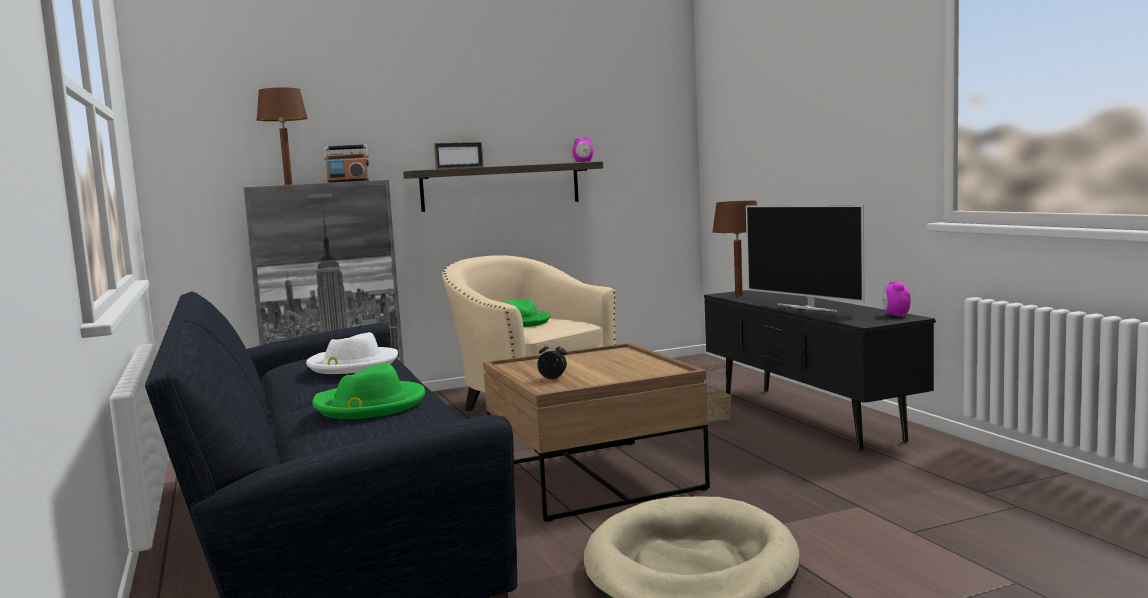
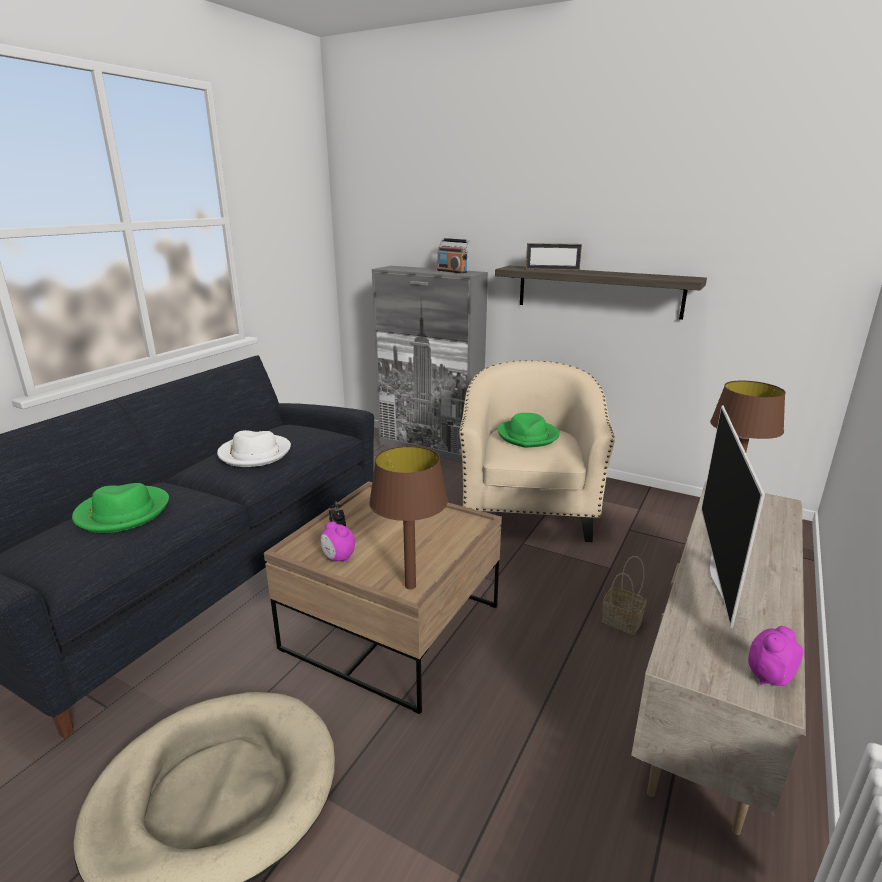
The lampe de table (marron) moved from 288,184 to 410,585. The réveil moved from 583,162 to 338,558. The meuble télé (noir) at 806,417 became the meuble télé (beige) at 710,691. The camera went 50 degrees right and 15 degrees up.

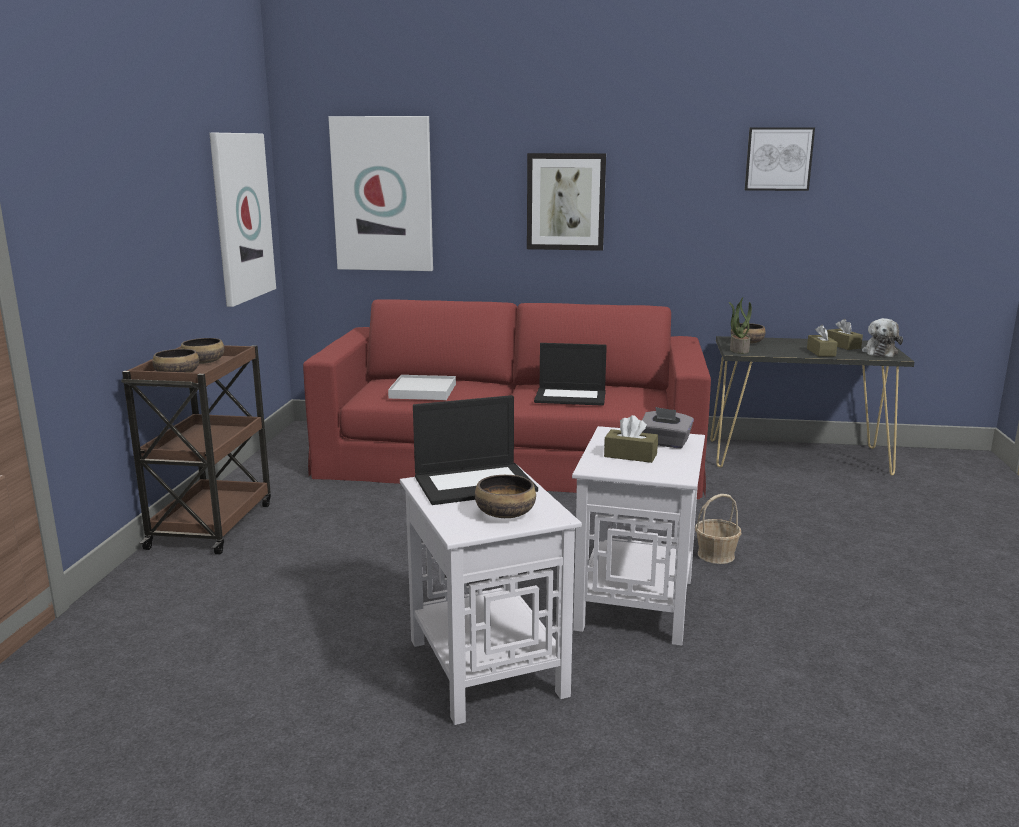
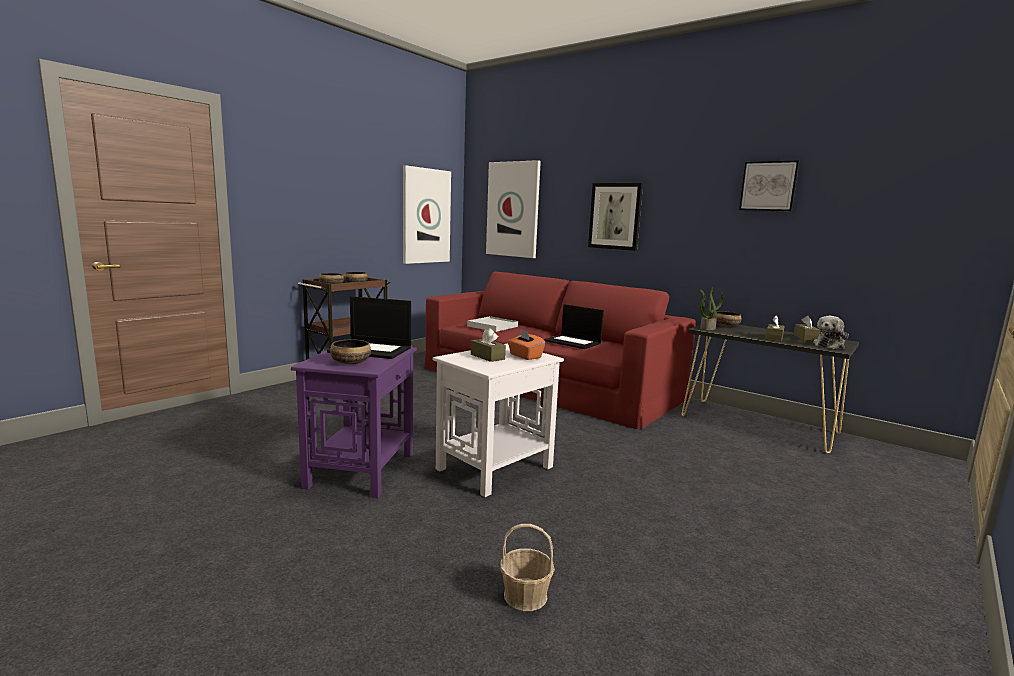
The table d'appoint (blanc) at 486,666 became the table d'appoint (violet) at 362,469. The boîte à mouchoirs (gris) at 665,443 became the boîte à mouchoirs (orange) at 525,356. The panier moved from 716,555 to 525,596. The camera went 30 degrees right and 5 degrees down.

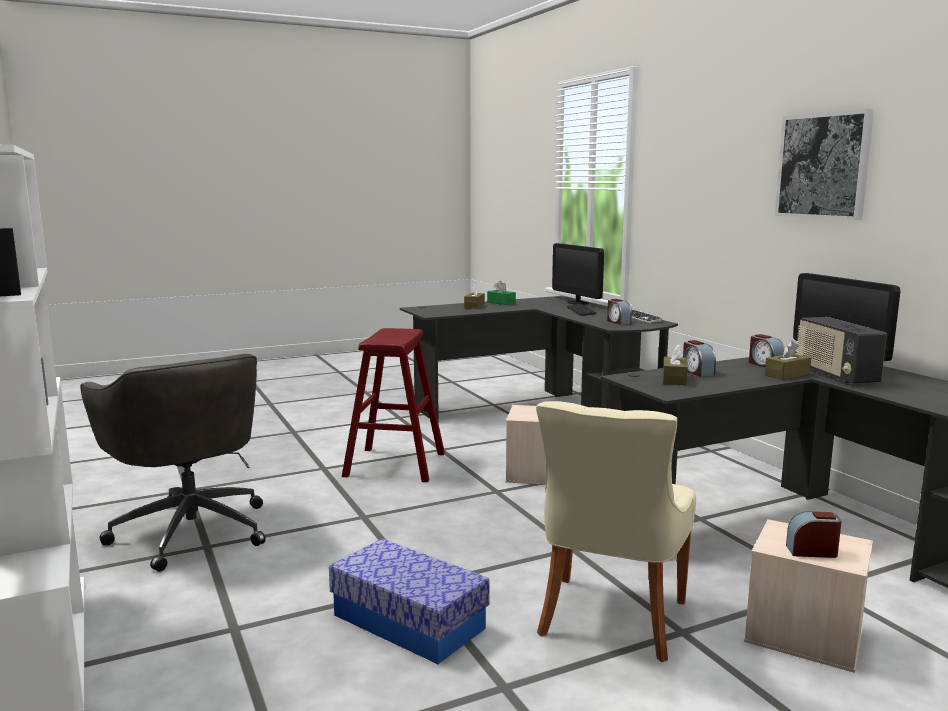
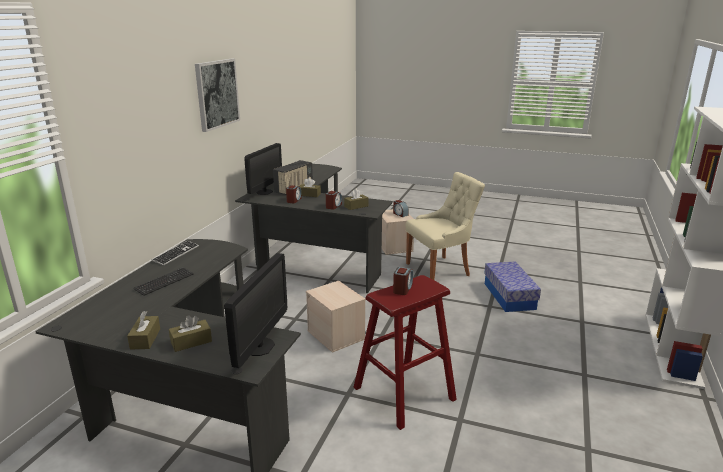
The chaise de bureau (gris) at 191,530 disappeared. The boîte à mouchoirs (vert) at 501,303 became the boîte à mouchoirs (marron) at 145,339. The écran d'ordinateur moved from 578,303 to 259,347. The réveil moved from 618,322 to 402,289. The camera went 135 degrees left and 10 degrees up.

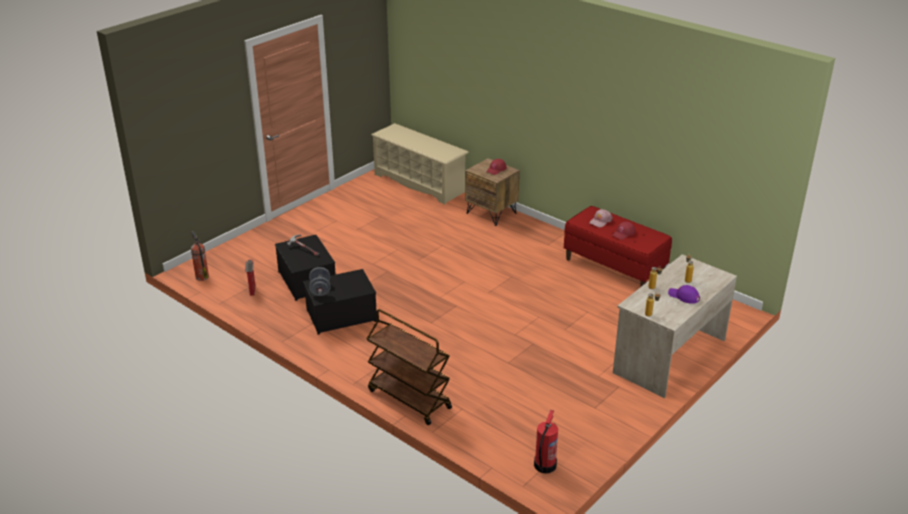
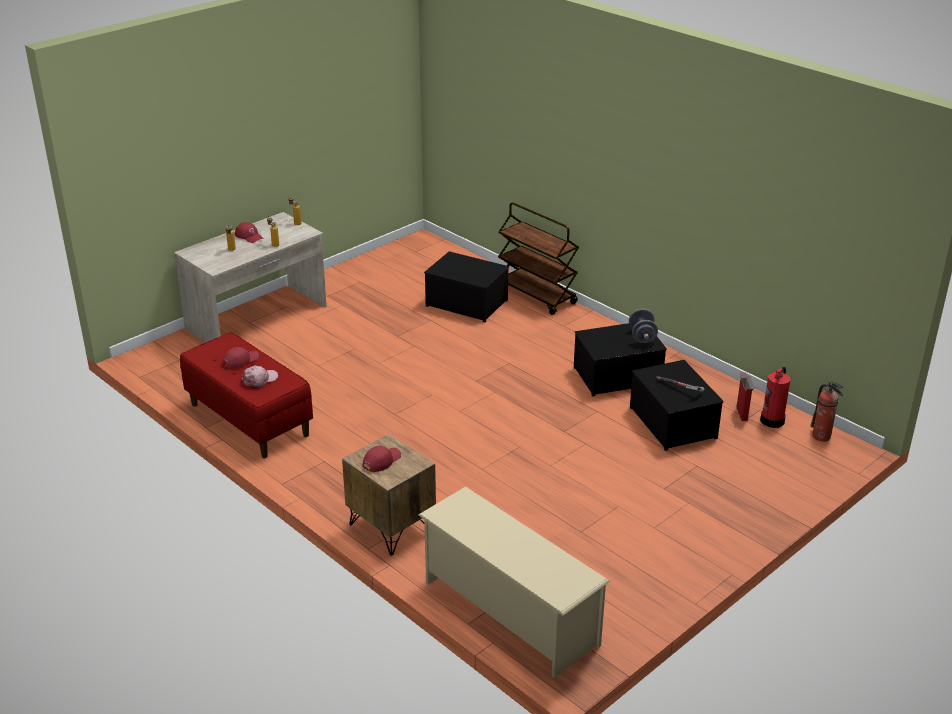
The extincteur moved from 544,465 to 773,420. The casquette (violet) at 683,296 became the casquette (rouge) at 249,236. The boîte de rangement at 467,303 appeared. The camera went 175 degrees left and 0 degrees up.

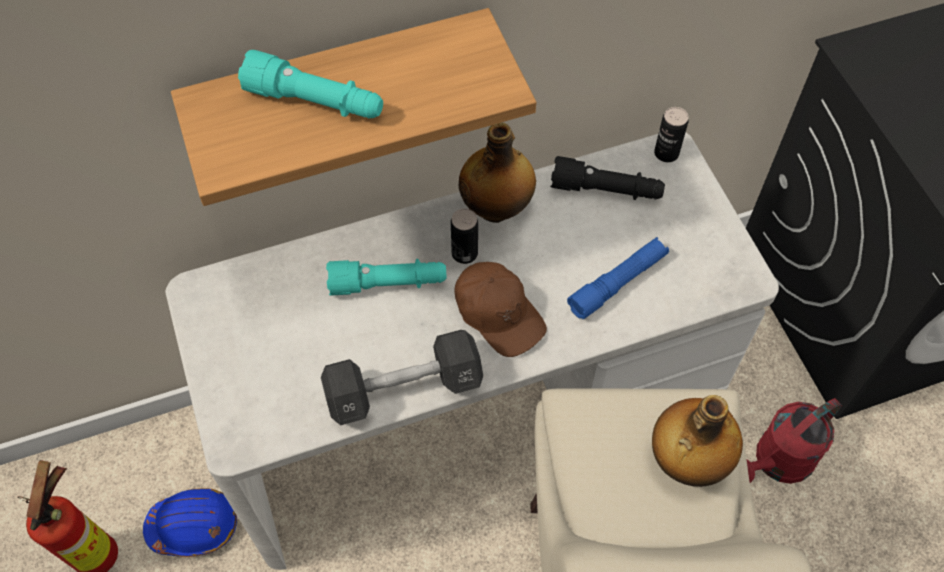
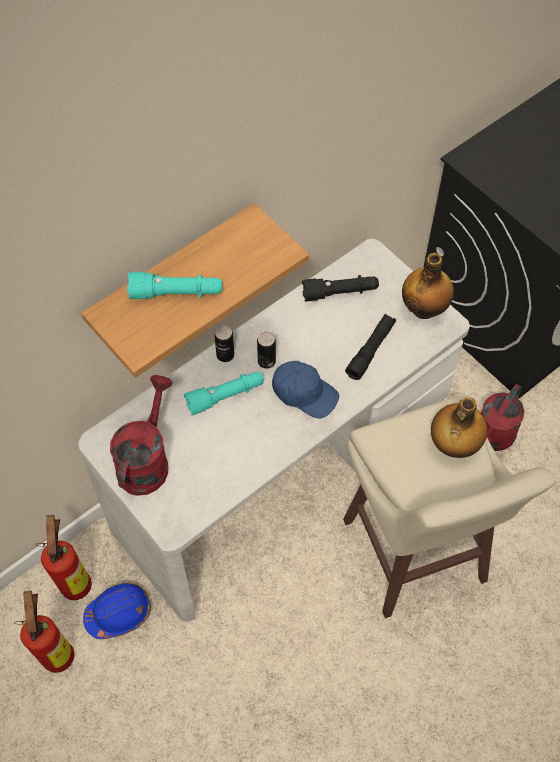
The haltère (noir) at 403,388 disappeared. The casquette (marron) at 498,313 became the casquette (bleu) at 304,393. The bouteille moved from 497,208 to 424,308. The lampe de poche (bleu) at 618,283 became the lampe de poche (noir) at 371,350. The boîte métallique moved from 666,153 to 225,355. The extincteur at 76,581 appeared. The arrosoir (rouge) at 146,460 appeared. The camera went 20 degrees left and 0 degrees up.

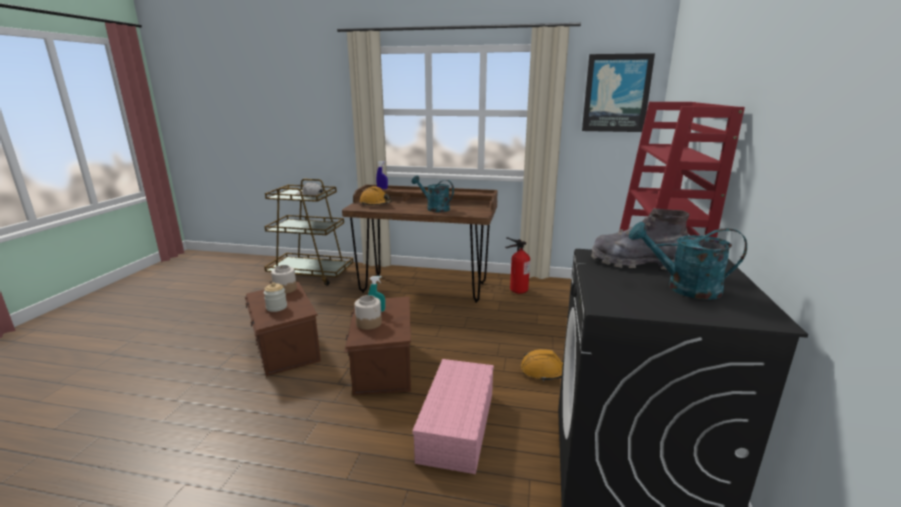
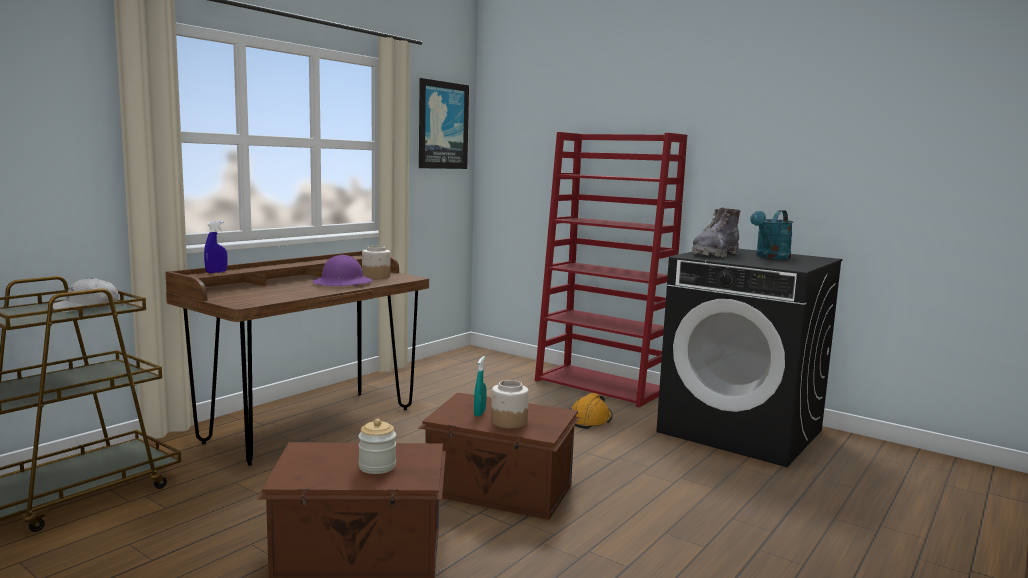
The bocal moved from 285,289 to 375,276. The casque de chantier (orange) at 375,204 disappeared. The arrosoir (turquoise) at 434,208 was replaced by the casque de chantier (violet) at 342,283. The boîte de rangement (rose) at 458,427 disappeared. The extincteur at 517,290 disappeared. The camera went 65 degrees left and 10 degrees down.

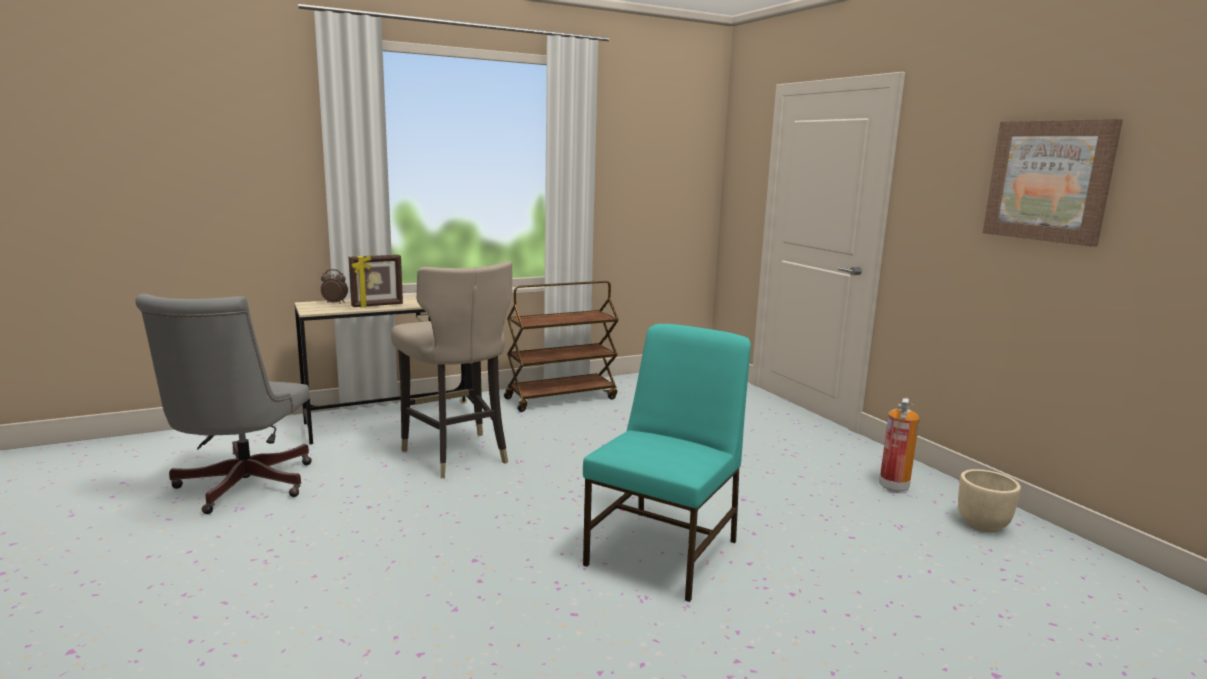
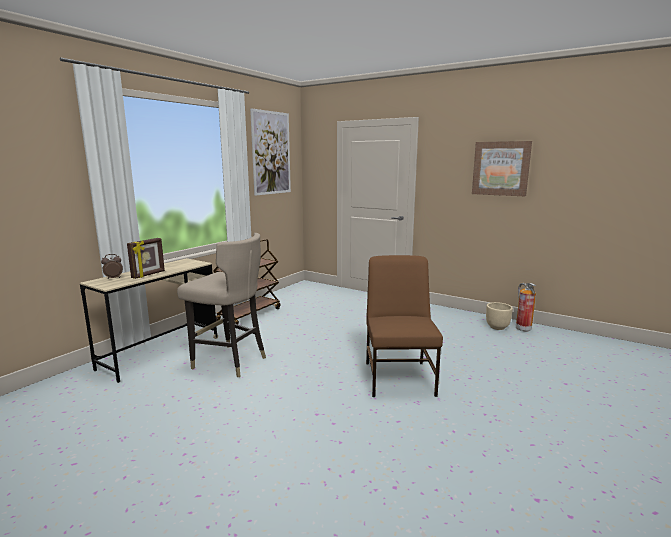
The chaise de bureau (gris) at 239,488 disappeared. The chaise (turquoise) at 665,551 became the chaise (marron) at 399,377. The extincteur moved from 893,486 to 522,329. The tableau at 271,153 appeared. The camera went 30 degrees left and 0 degrees up.

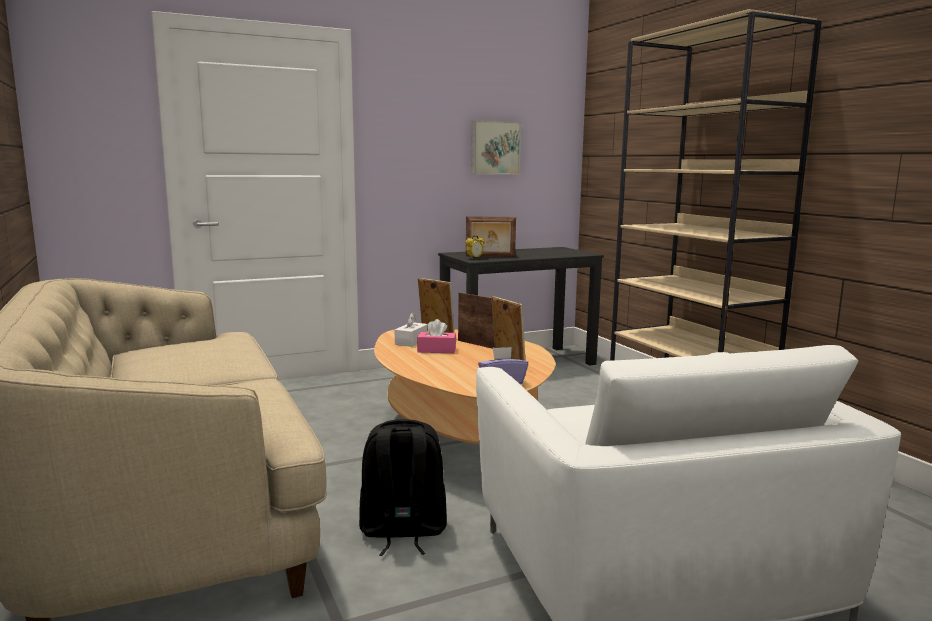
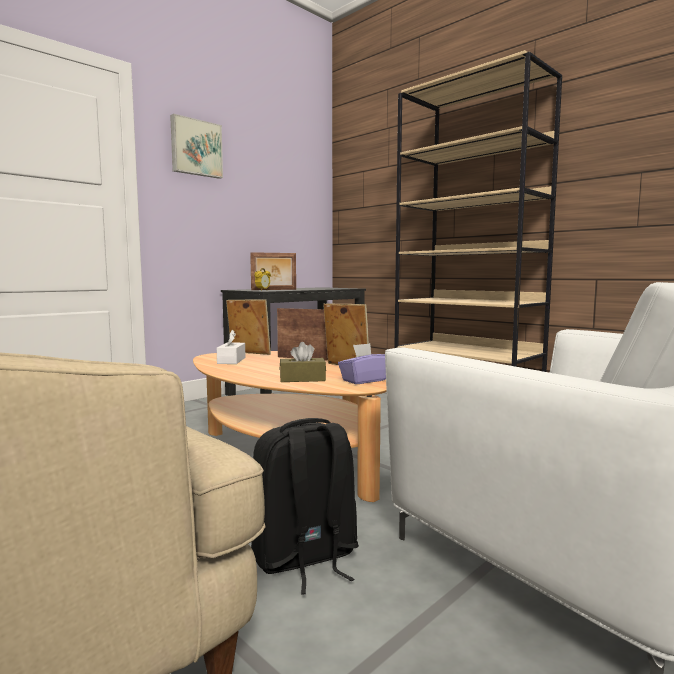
The boîte à mouchoirs (rose) at 436,350 disappeared. The tableau moved from 494,148 to 196,148. The boîte à mouchoirs (marron) at 302,379 appeared. The camera went 20 degrees left and 5 degrees down.

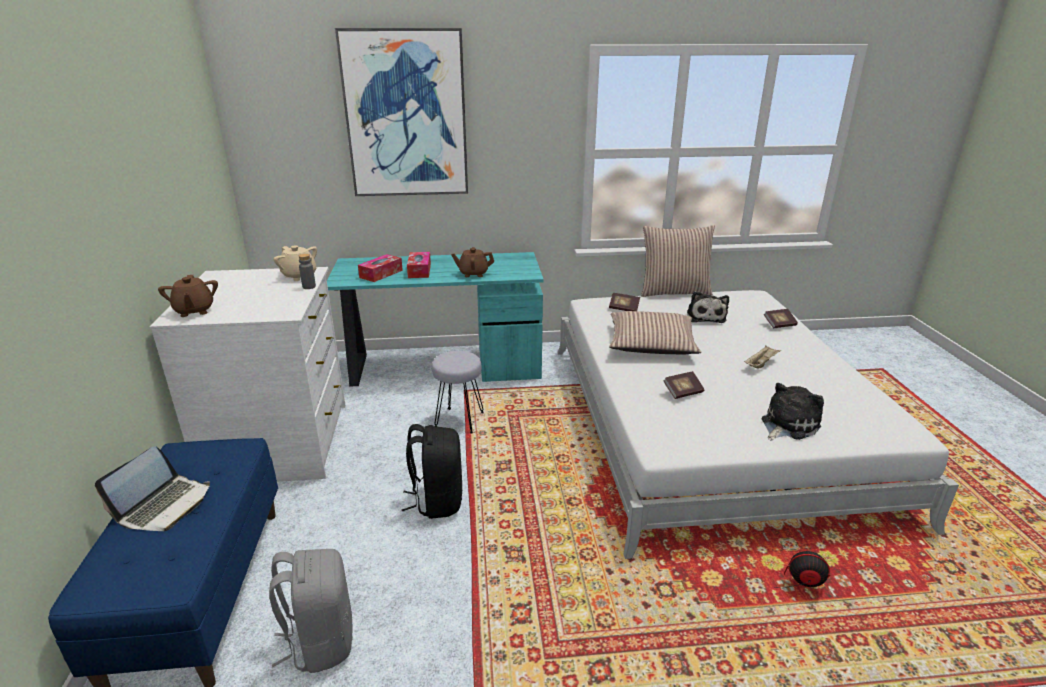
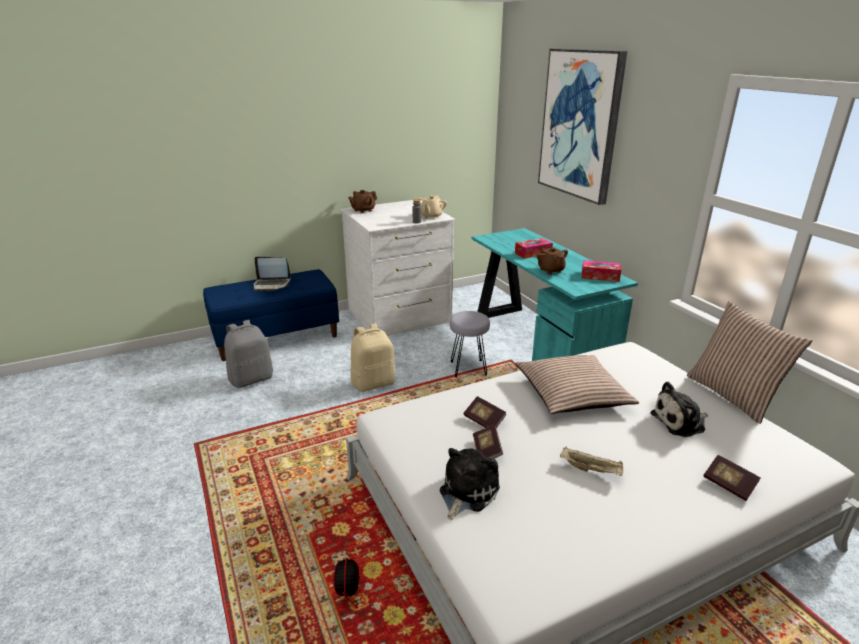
The boîte à mouchoirs moved from 381,274 to 600,276. The sac à dos (noir) at 437,500 became the sac à dos (beige) at 373,383. The livre moved from 623,308 to 487,451. The peluche at 787,425 turned 90 degrees counterclockwise. The camera went 70 degrees right and 0 degrees up.

